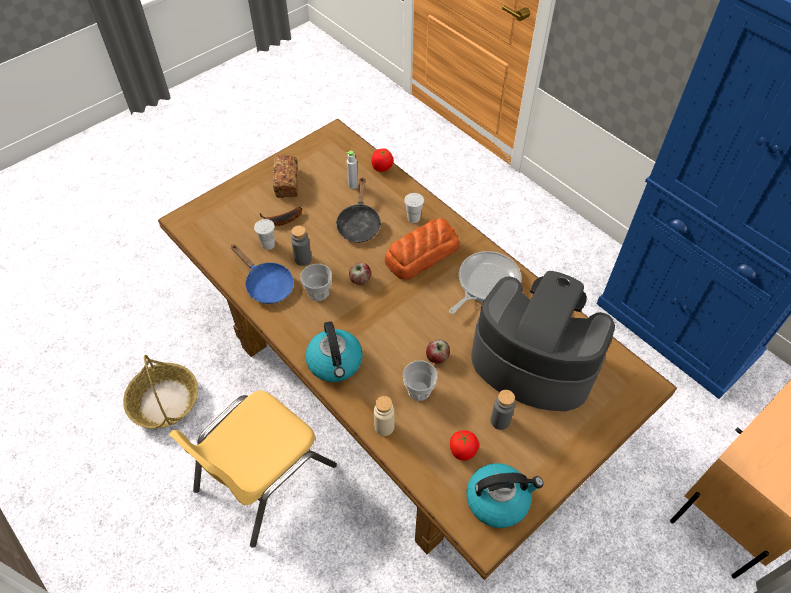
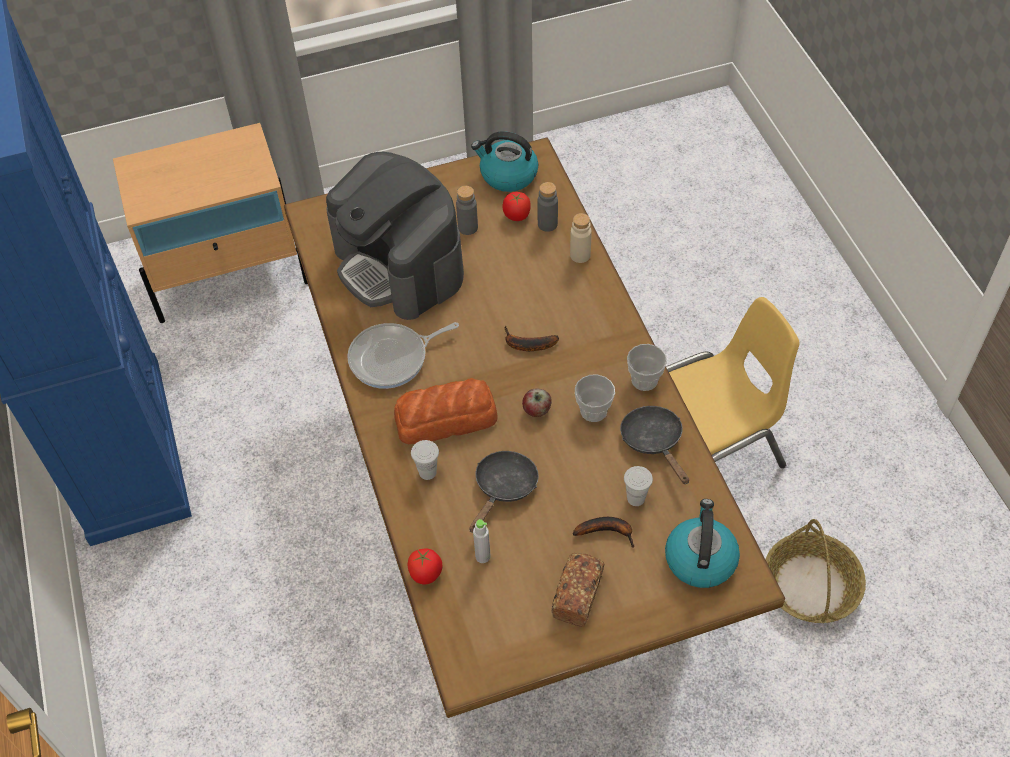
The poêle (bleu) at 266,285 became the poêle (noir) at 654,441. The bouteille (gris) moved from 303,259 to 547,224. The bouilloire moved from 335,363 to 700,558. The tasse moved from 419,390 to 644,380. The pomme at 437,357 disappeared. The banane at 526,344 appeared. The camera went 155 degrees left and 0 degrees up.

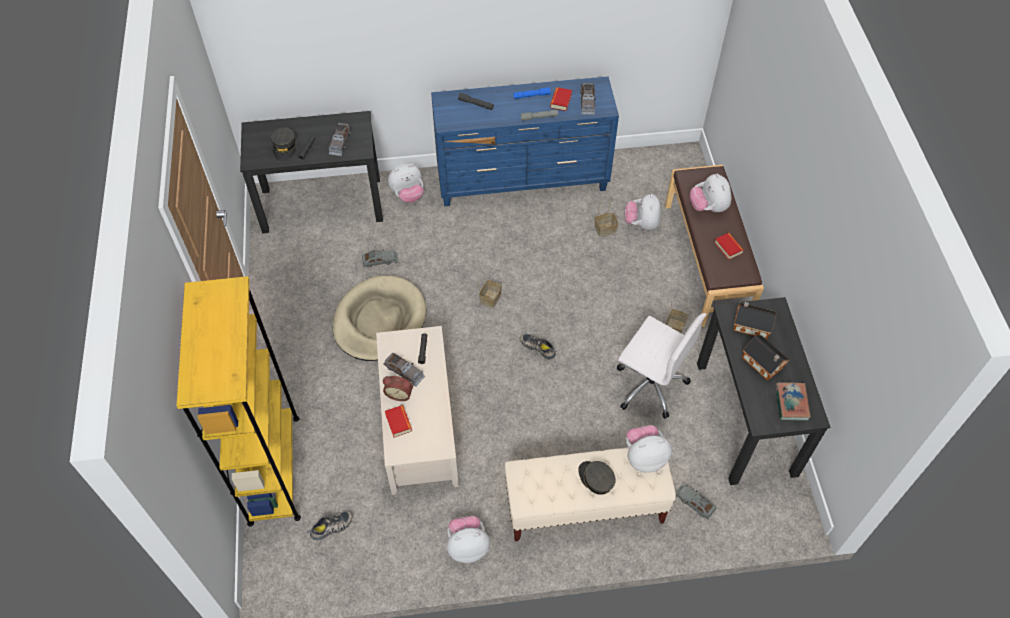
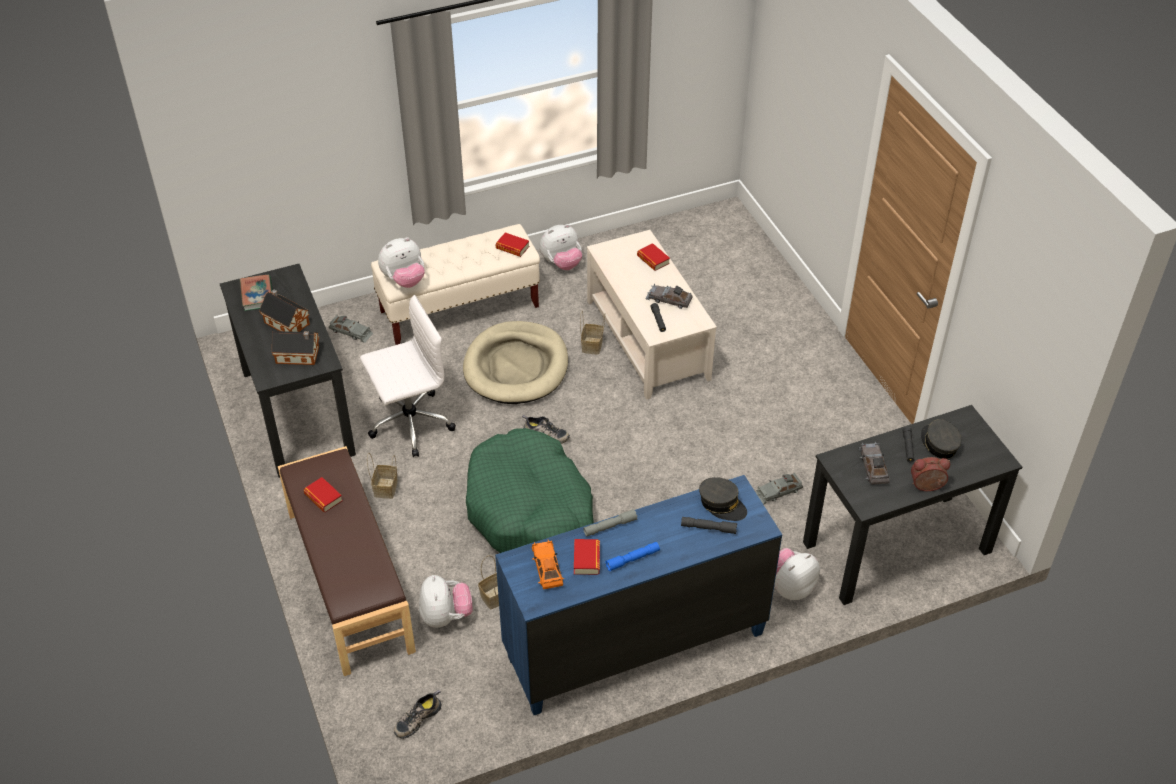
The bibliothèque (jaune) at 274,469 disappeared. The chaussure moved from 331,528 to 417,718. The panier pour chien (beige) moved from 379,321 to 516,367. The réveil moved from 399,393 to 927,487. The panier moved from 490,298 to 592,346. The casquette (gris) moved from 596,479 to 722,504. The petite voiture (gris) at 587,101 became the petite voiture (orange) at 547,567. The chaise de bureau (blanc) at 649,384 turned 135 degrees clockwise. The peluche at 708,207 disappeared. The panier pour chien (vert) at 530,509 appeared. The livre at 512,247 appeared. The camera went 165 degrees right and 10 degrees down.

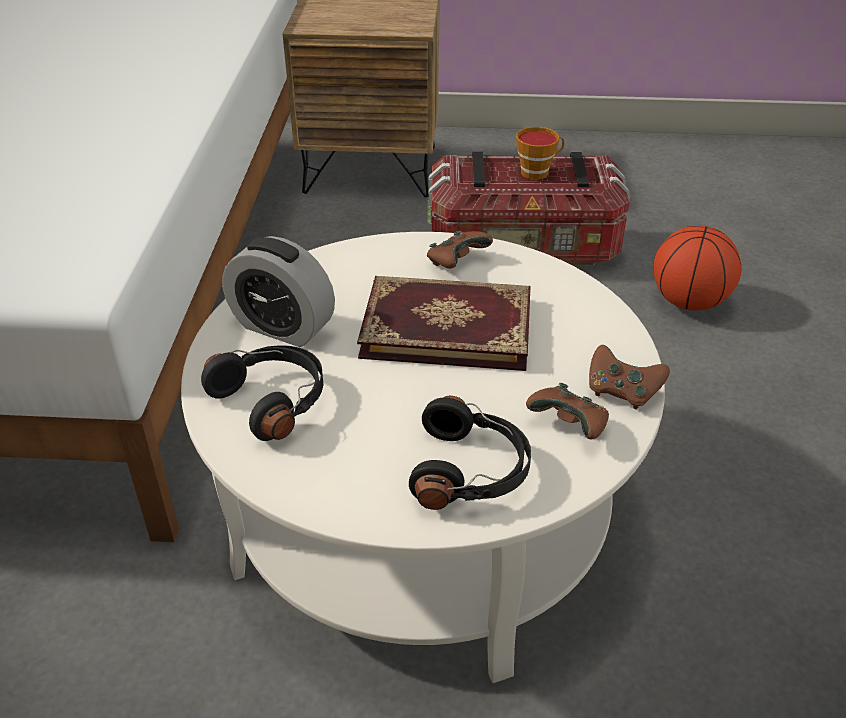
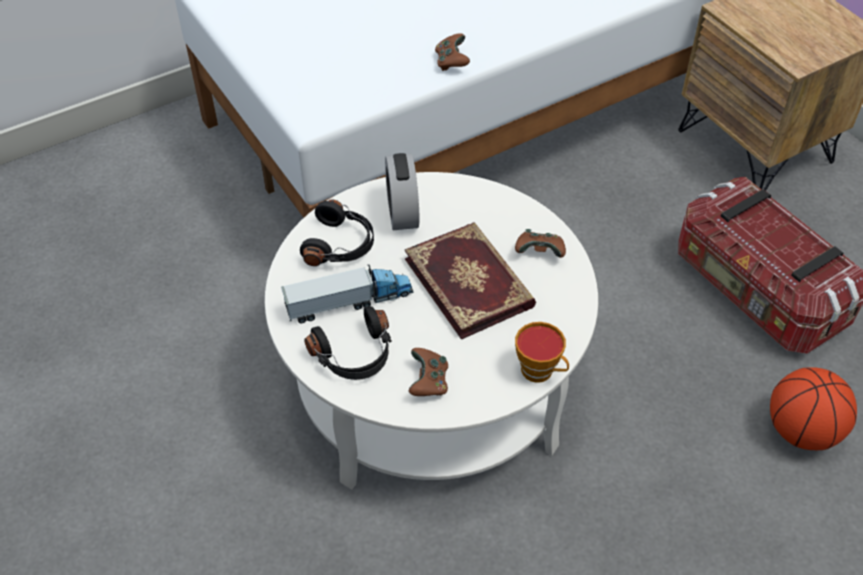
The tasse moved from 537,172 to 540,371. The manette (marron) moved from 621,391 to 451,62. The camion jouet at 349,302 appeared. The camera went 55 degrees right and 10 degrees up.

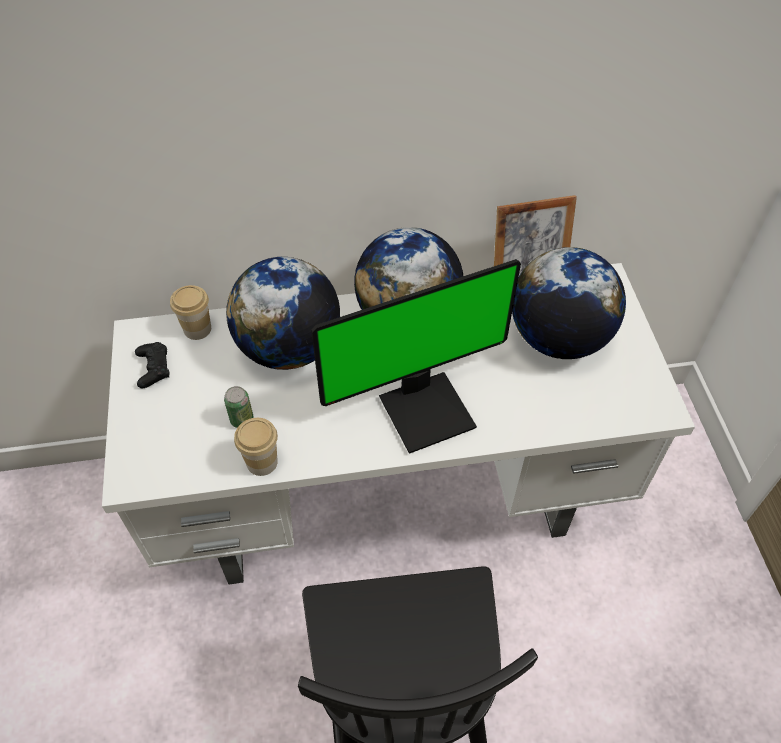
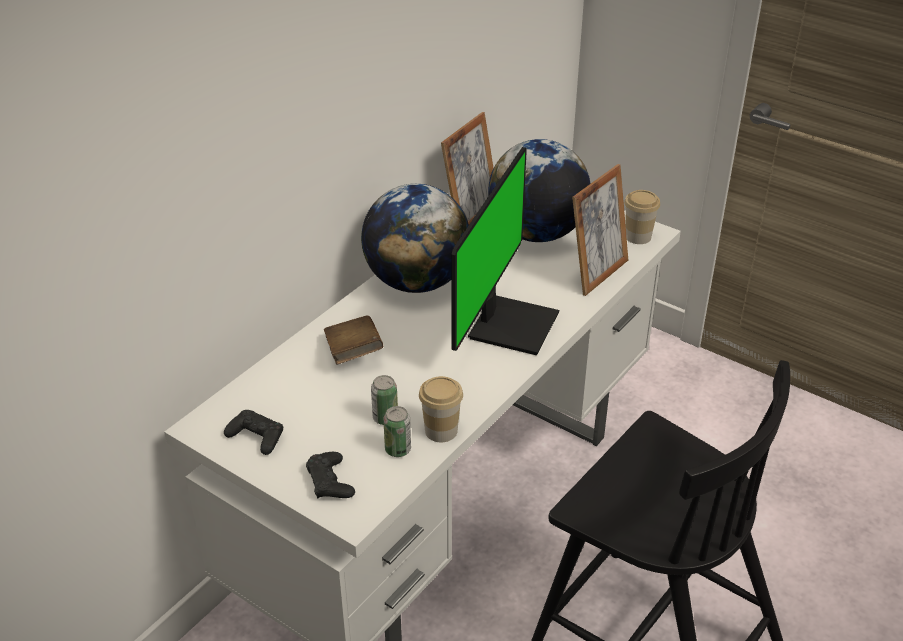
The tasse moved from 197,329 to 638,236. The globe at 289,348 was replaced by the livre (marron) at 353,353. The manette (noir) at 330,482 appeared. The boîte métallique at 398,450 appeared. The cadre photo at 597,273 appeared. The camera went 45 degrees left and 15 degrees down.

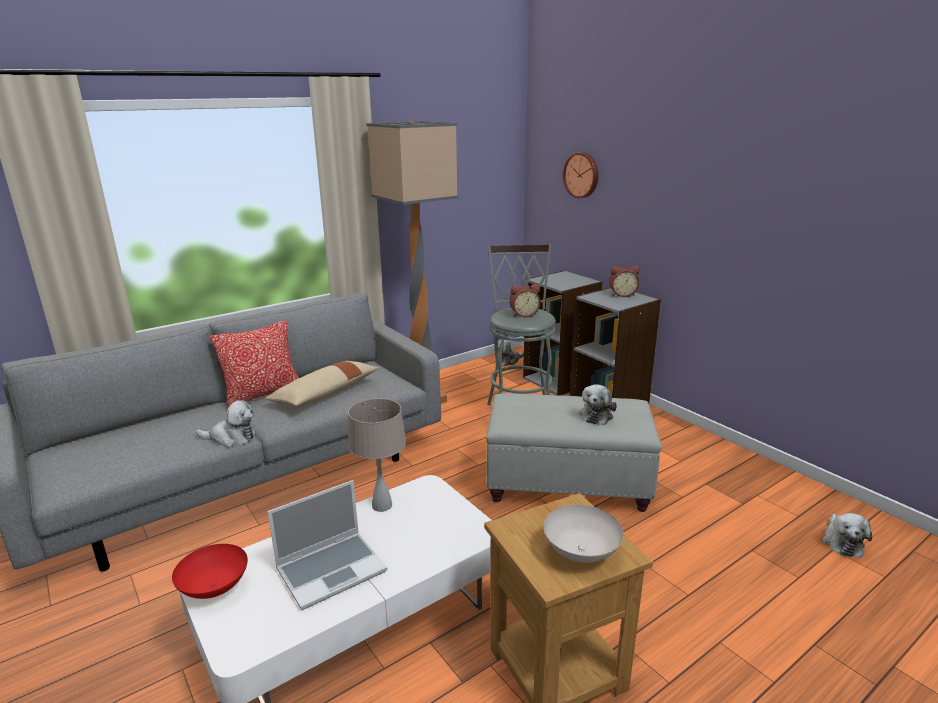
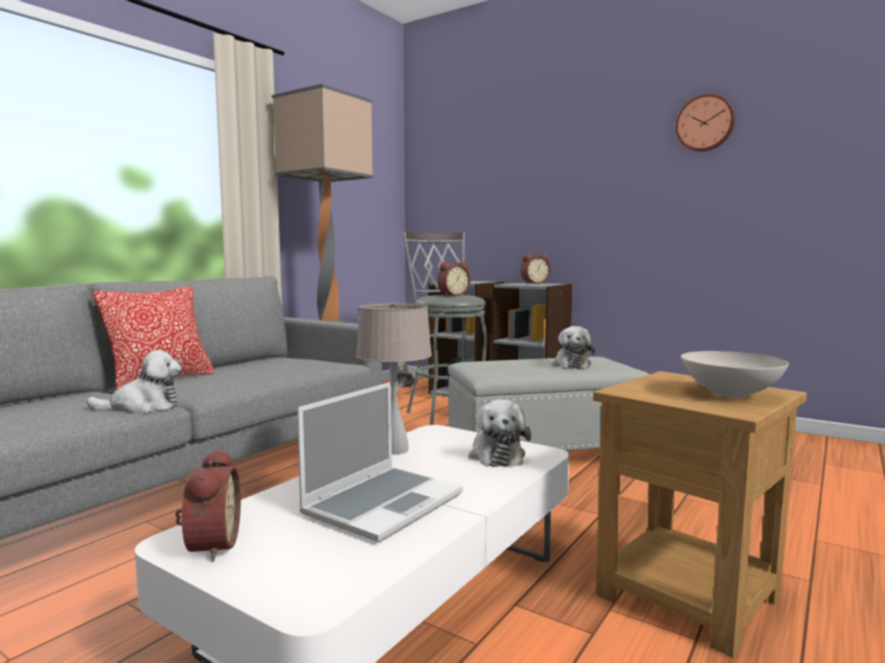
The bol (rouge) at 215,587 was replaced by the réveil at 209,546. The coussin (beige) at 325,394 disappeared. The horloge murale moved from 582,175 to 705,123. The peluche moved from 842,542 to 496,455. The camera went 20 degrees left and 15 degrees down.

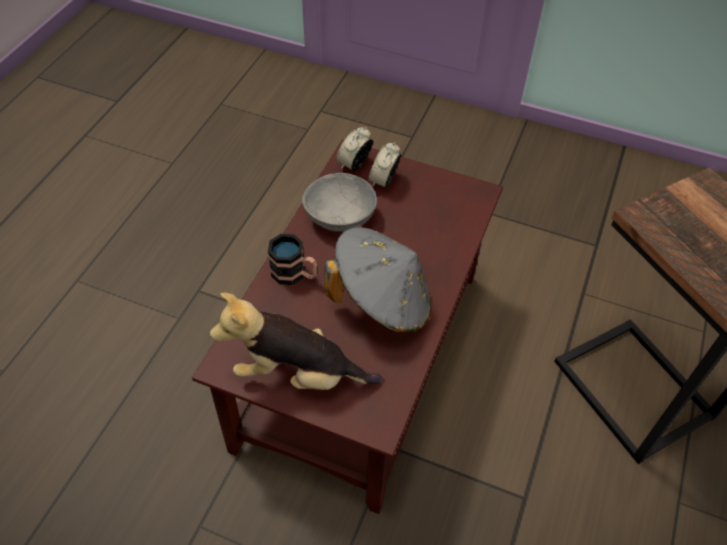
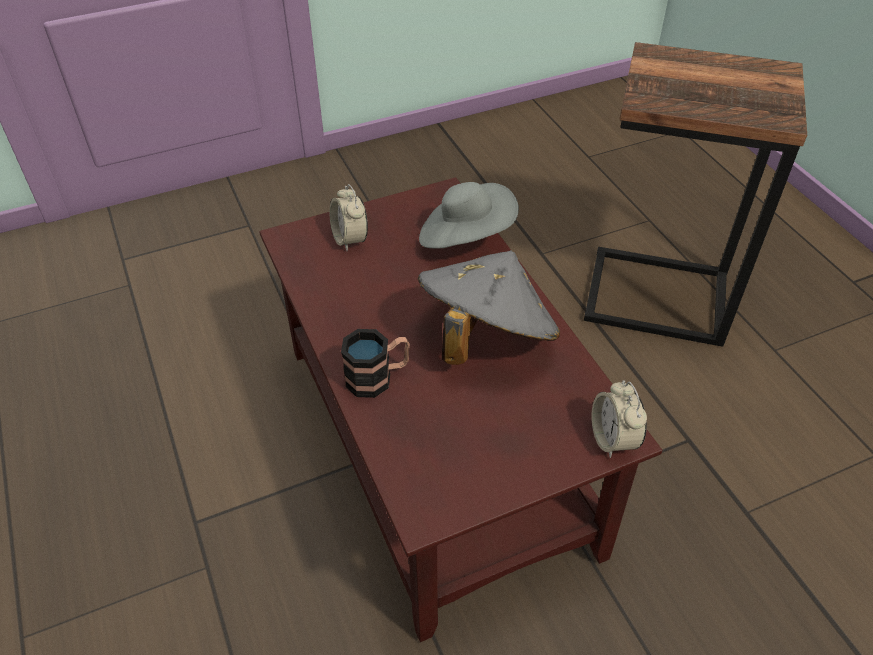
The peluche at 298,374 disappeared. The bol (gris) at 340,217 disappeared. The réveil moved from 354,164 to 613,439. The chapeau (gris) at 466,237 appeared. The camera went 45 degrees left and 5 degrees down.

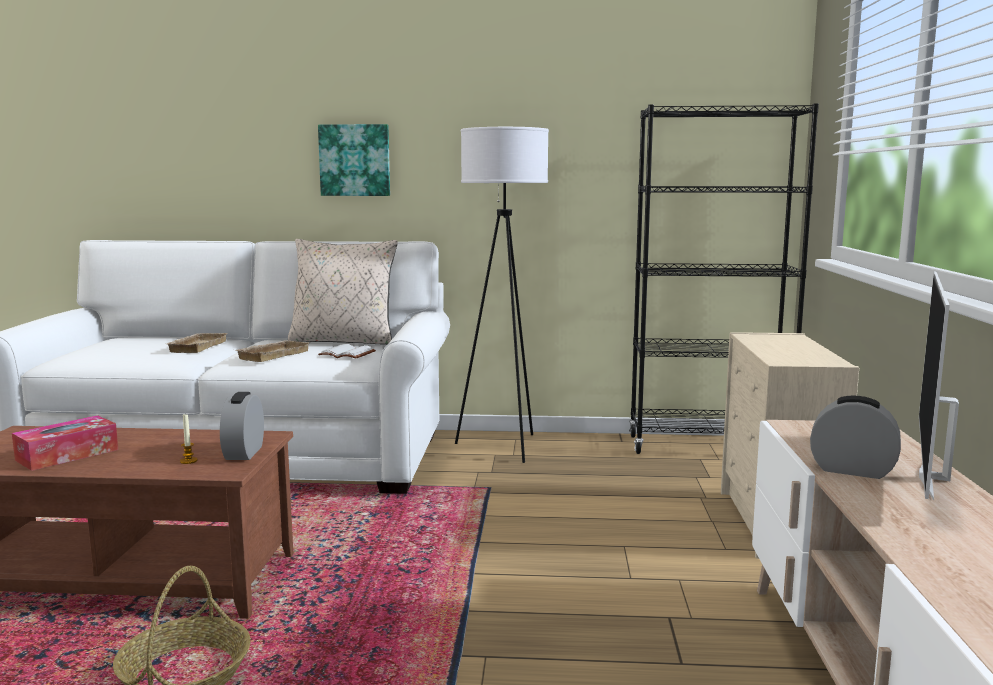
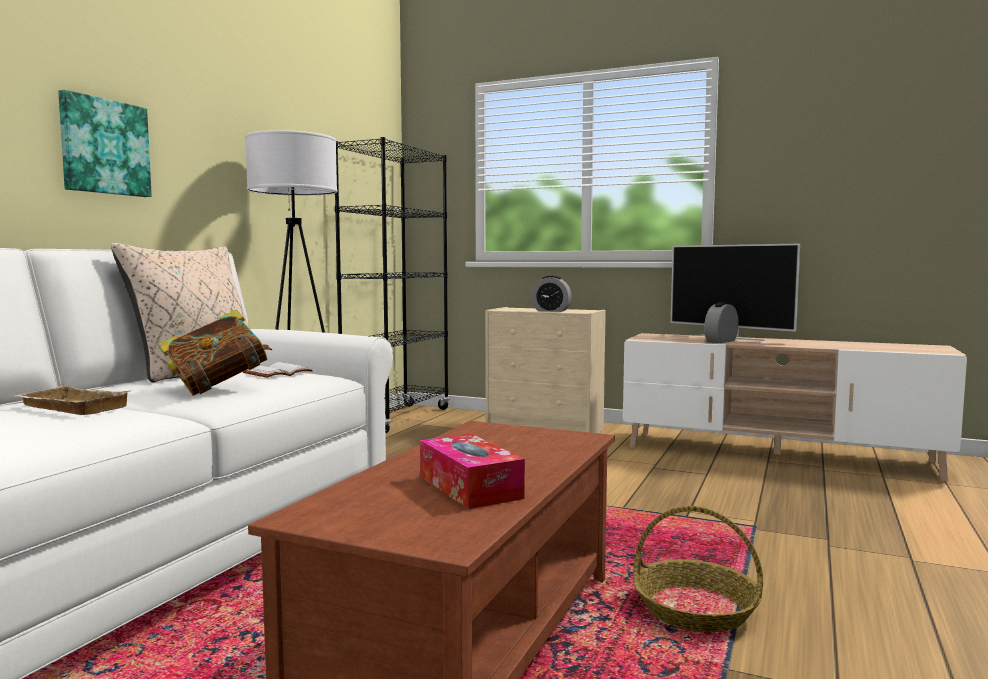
The bougie at 188,461 disappeared. The réveil moved from 244,453 to 551,311. The plateau (beige) at 272,355 was replaced by the livre at 217,388. The camera went 70 degrees left and 5 degrees down.

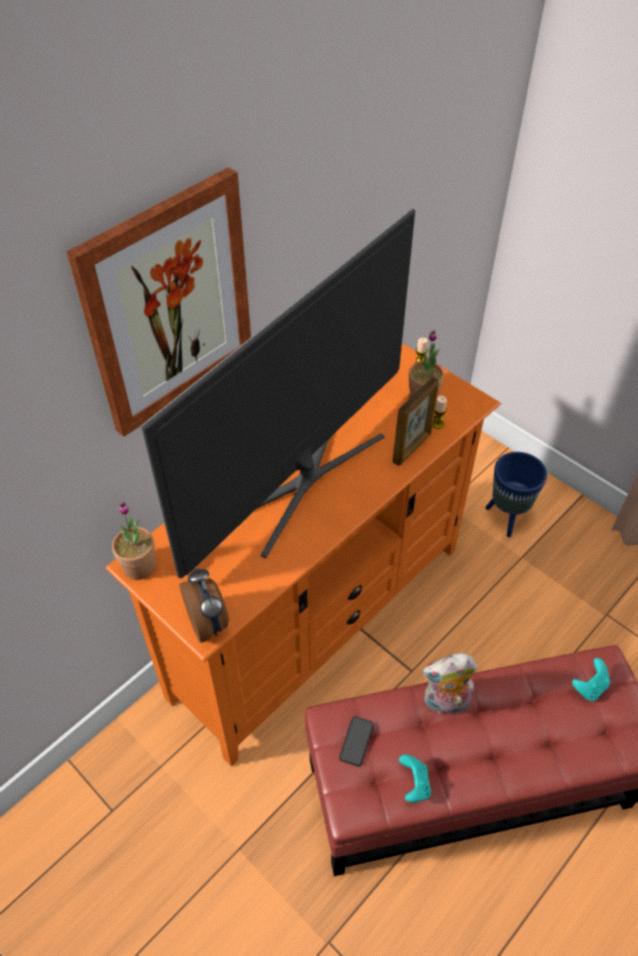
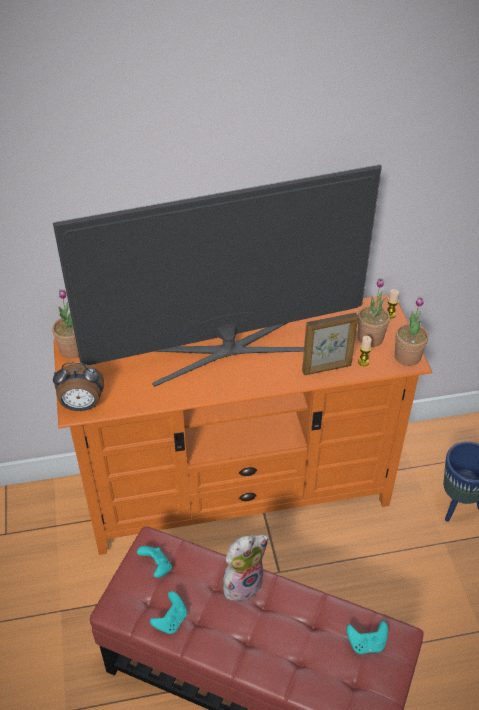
The tableau at 169,305 disappeared. The réveil at 208,623 turned 75 degrees clockwise. The téléphone at 356,741 was replaced by the manette (turquoise) at 156,567. The peluche at 445,702 turned 120 degrees clockwise. The plante en pot at 407,357 appeared. The camera went 35 degrees right and 5 degrees down.

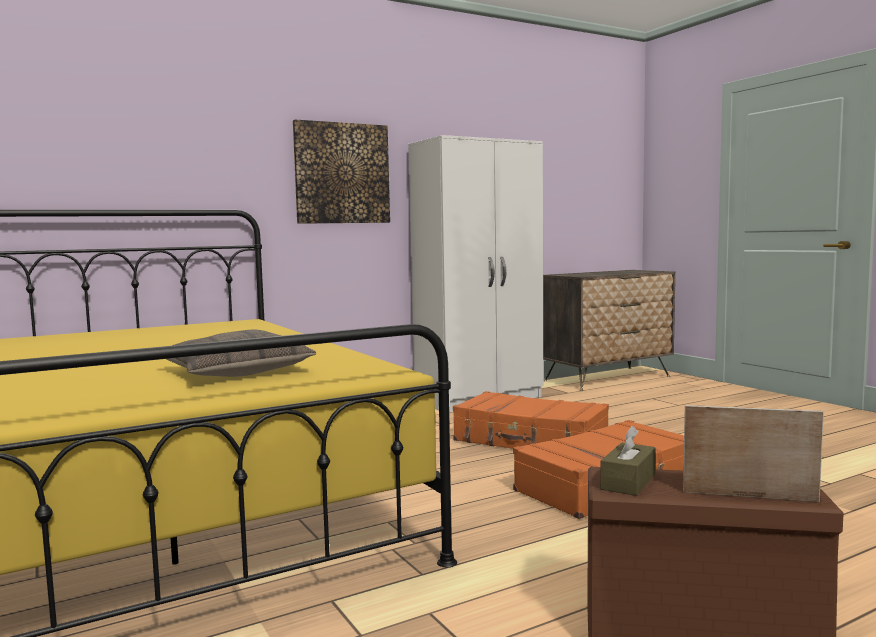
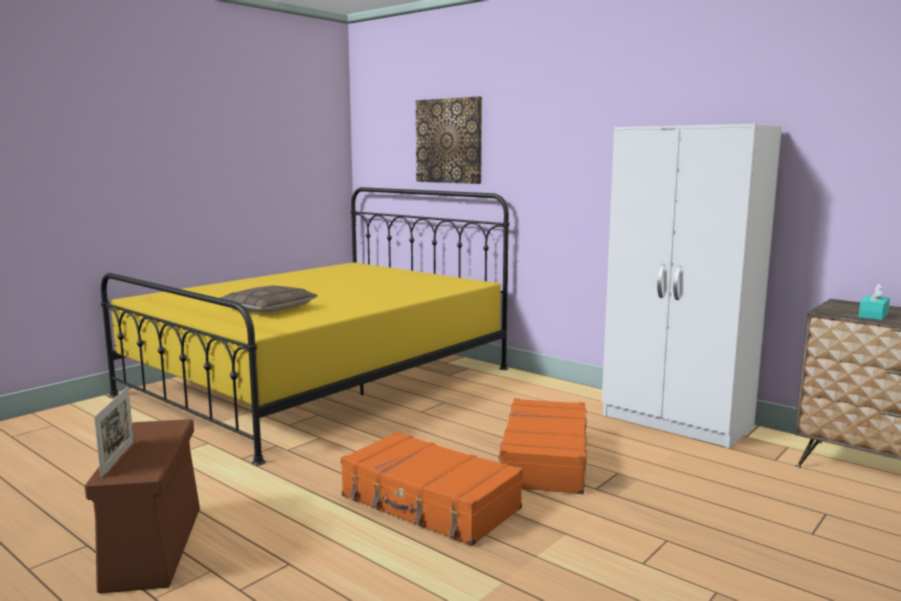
The tableau moved from 342,173 to 449,141. The boîte à mouchoirs (marron) at 628,482 disappeared. The boîte à mouchoirs (turquoise) at 873,315 appeared. The camera went 70 degrees right and 5 degrees up.

